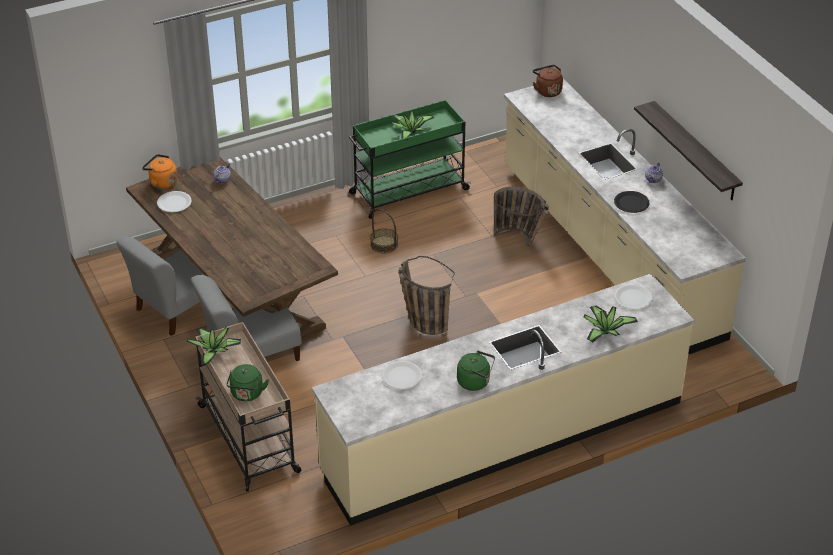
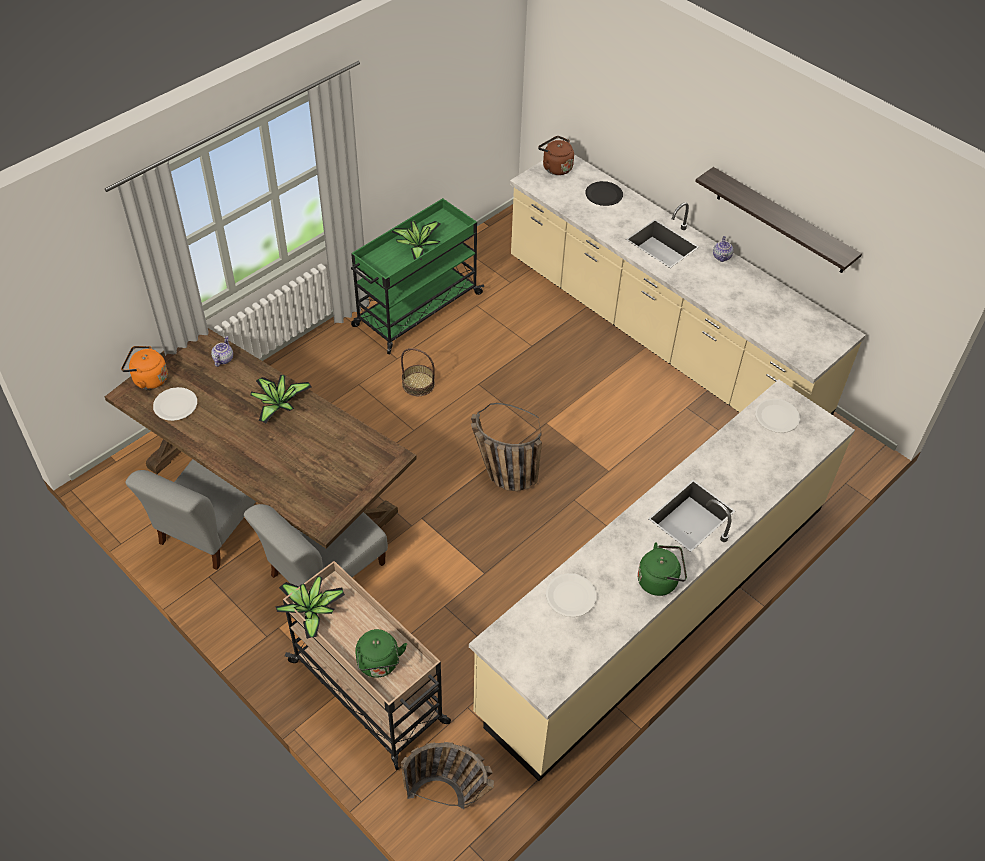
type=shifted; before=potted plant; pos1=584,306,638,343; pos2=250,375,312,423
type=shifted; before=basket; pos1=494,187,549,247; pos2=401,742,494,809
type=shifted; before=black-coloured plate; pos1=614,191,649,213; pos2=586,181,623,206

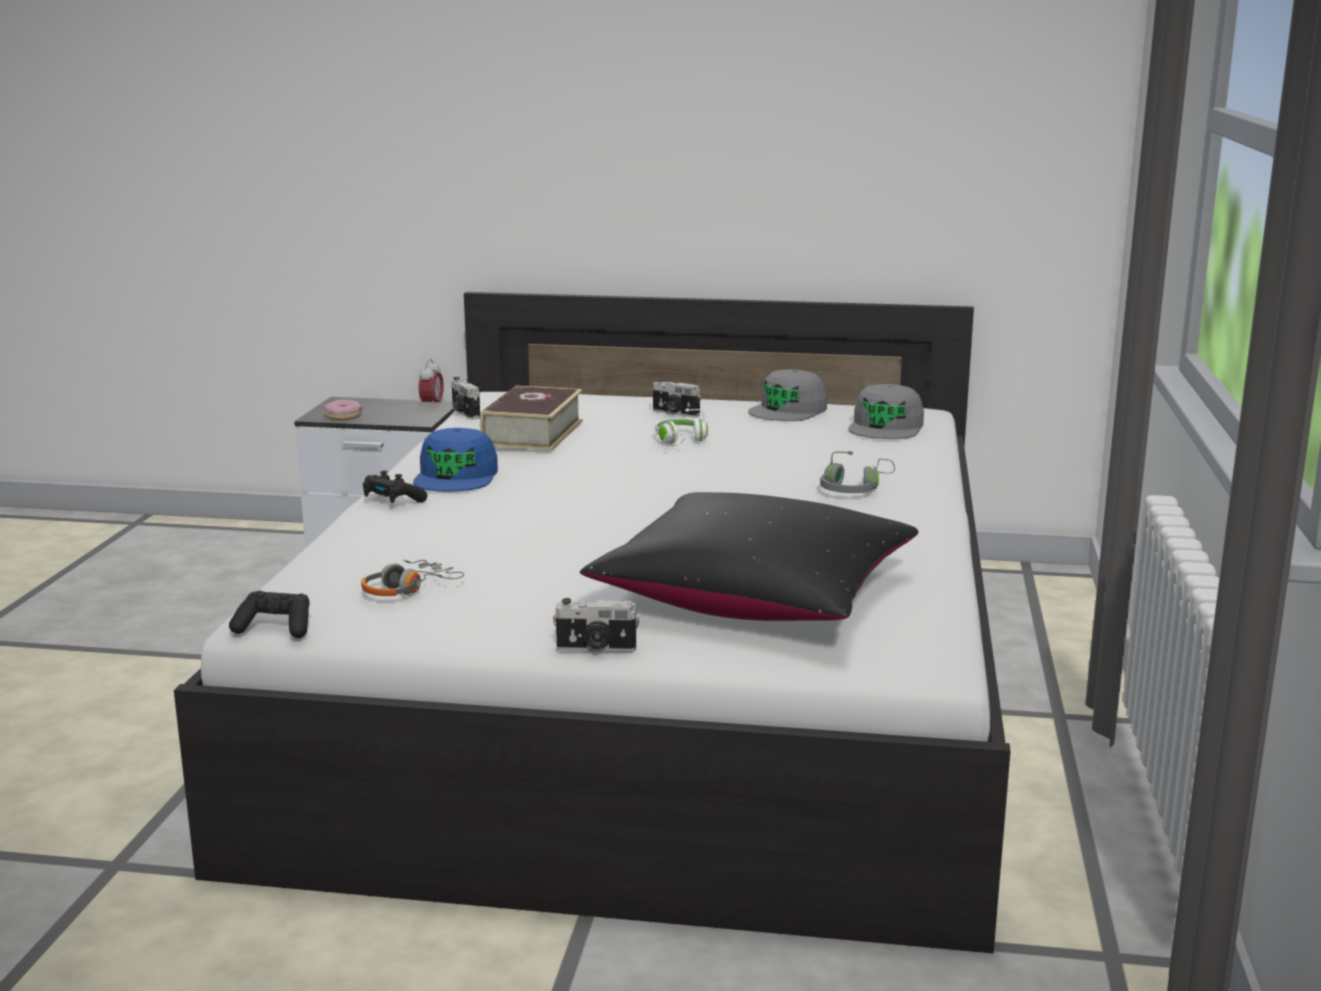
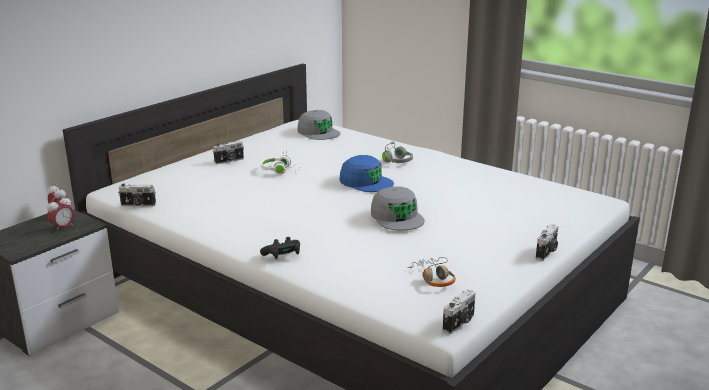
type=new; after=bedside clock; pos2=47,195,75,232
type=shifted; before=blue-coloured cap; pos1=413,428,498,492; pos2=340,155,394,192
type=shifted; before=greyish cap; pos1=748,369,827,421; pos2=371,186,425,231
type=swapped; before=black-coloured gamepad; after=still camera; pos1=229,591,309,638; pos2=443,290,476,334
type=gone; before=donut; pos1=324,400,363,420
type=gone; before=book; pos1=480,385,583,450
type=gone; before=black-coloured pillow; pos1=580,492,918,621

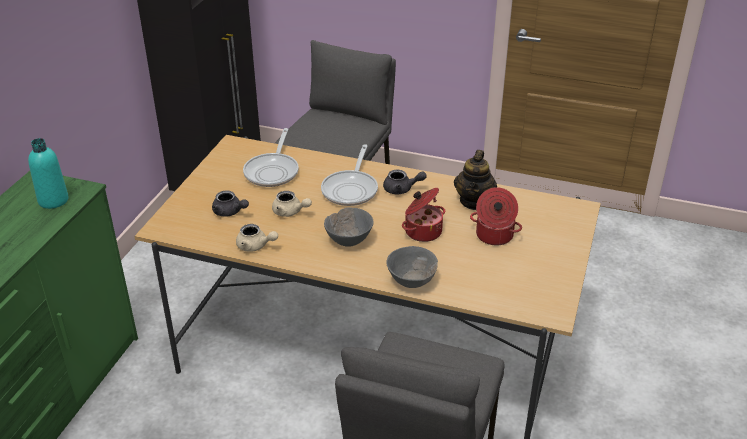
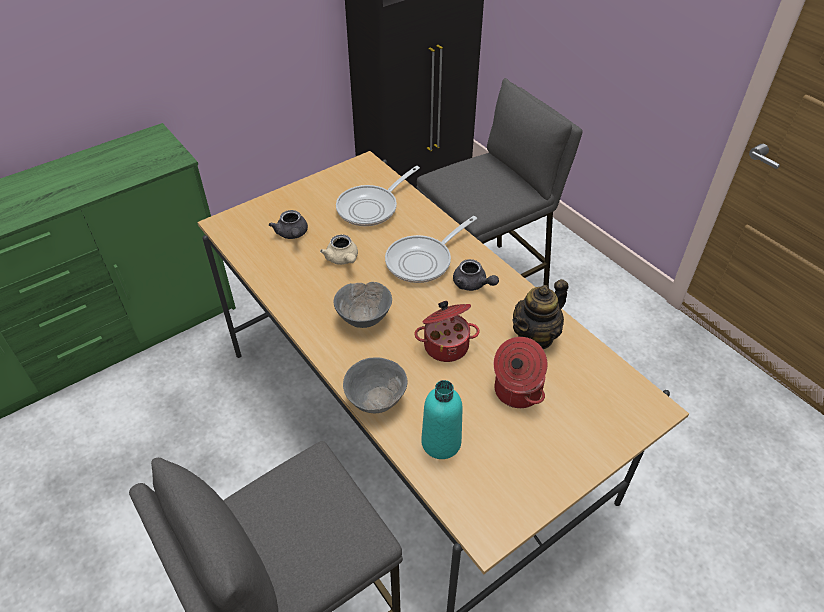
type=shifted; before=blue-green bottle; pos1=28,138,69,209; pos2=421,380,463,459
type=gone; before=sand-coloured tea pot; pos1=236,224,278,252

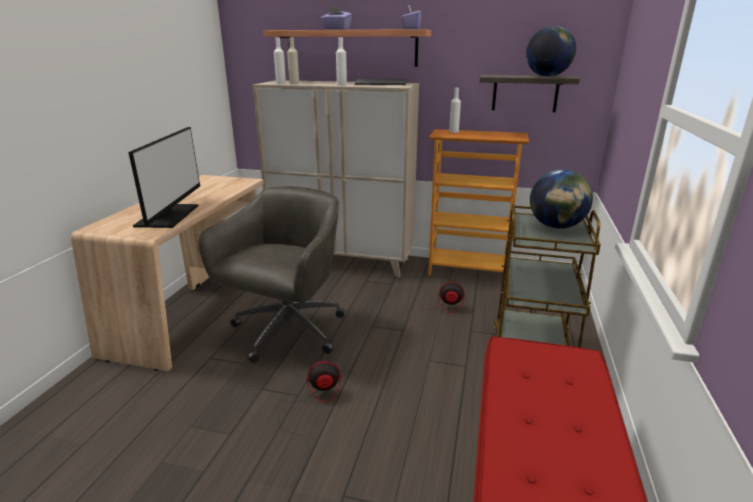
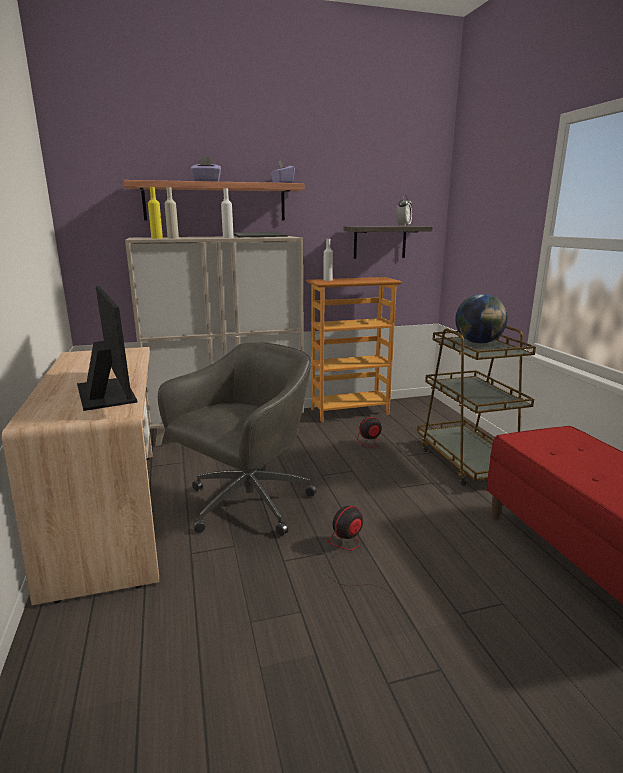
type=repainted; before=white-coloured bottle; after=yellow-coloured bottle; pos1=274,37,286,84; pos2=148,187,163,239
type=rotated; before=greyish computer chair; pos1=198,186,345,363; pos2=158,342,317,536; turn=45
type=swapped; before=desk globe; after=bedside clock; pos1=526,26,576,77; pos2=396,195,412,226

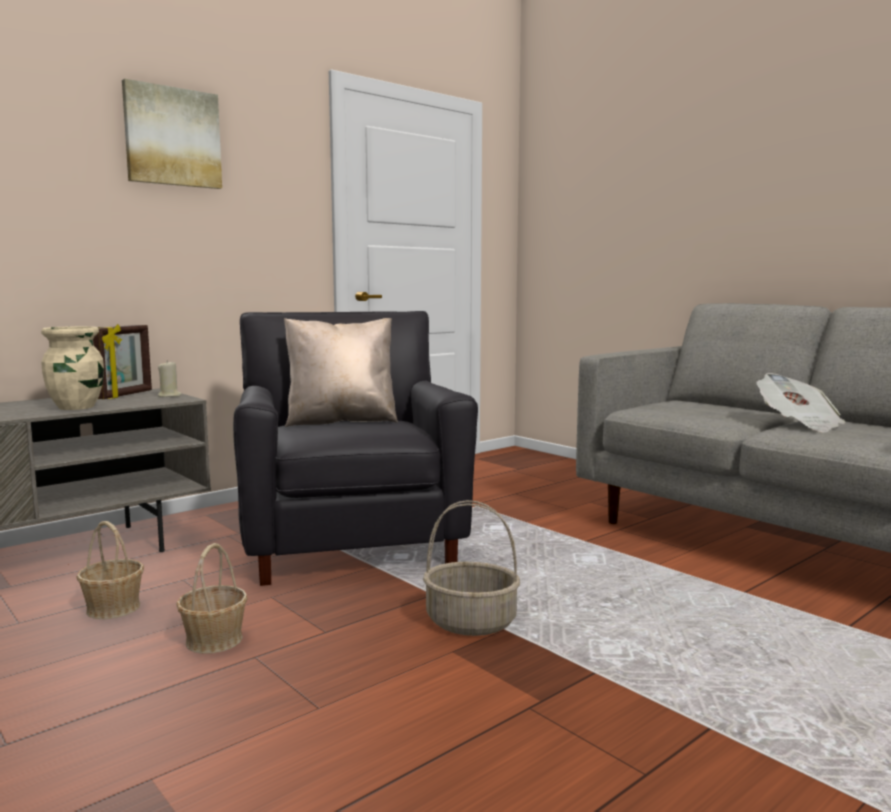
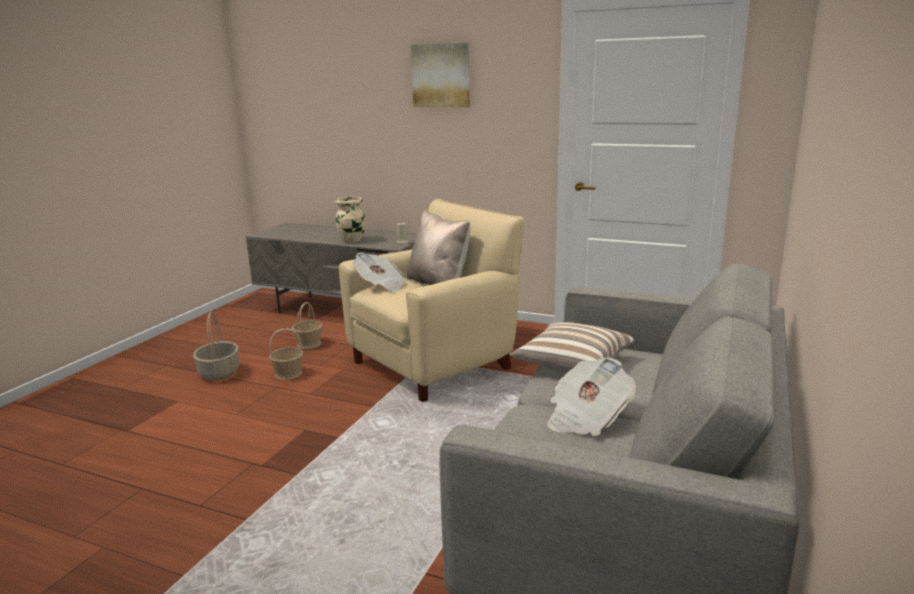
type=shifted; before=basket; pos1=423,500,520,636; pos2=193,312,239,381
type=repainted; before=black-coloured lounge chair; after=sand-coloured lounge chair; pos1=233,311,478,586; pos2=339,199,525,402
type=new; after=daily paper; pos2=353,253,407,292
type=new; after=pillow; pos2=509,322,634,373
type=gone; before=picture frame; pos1=93,324,152,399

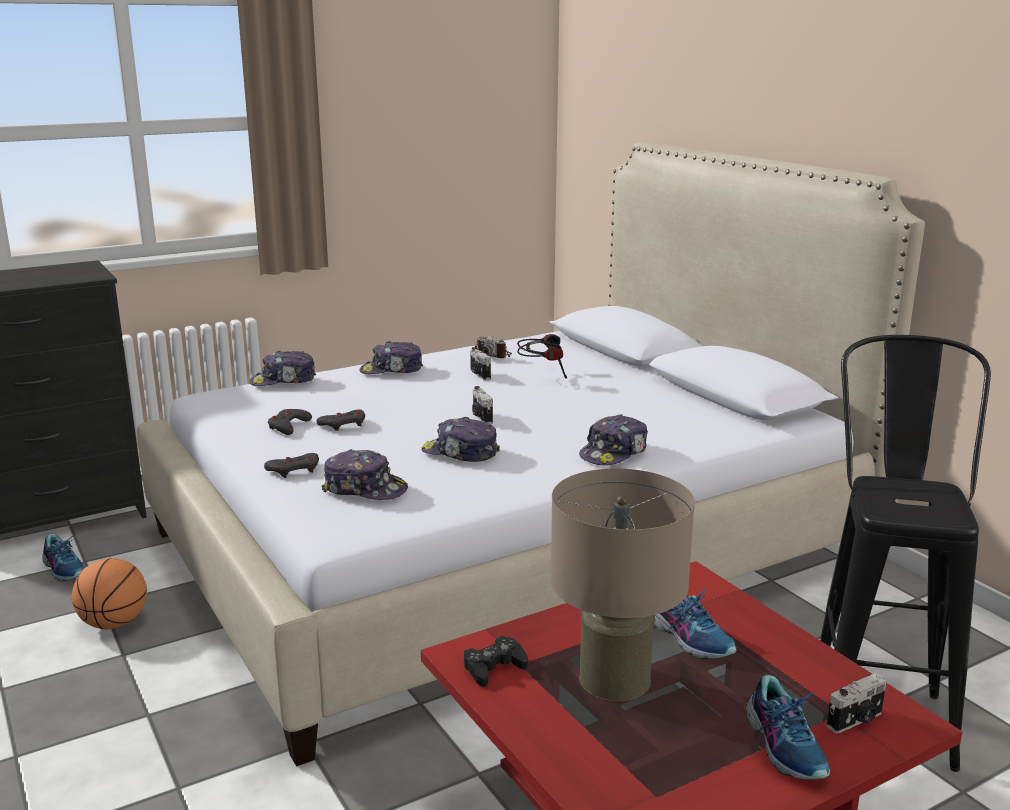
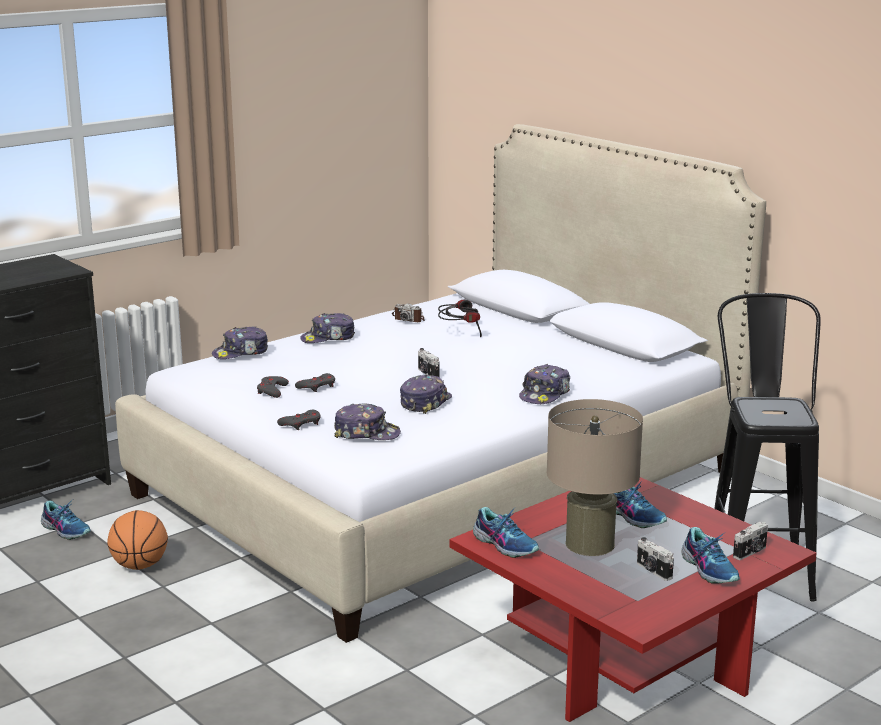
type=rotated; before=cap; pos1=422,417,500,462; pos2=400,375,452,414; turn=105
type=swapped; before=black-coloured gamepad; after=low shoe; pos1=464,636,528,687; pos2=473,507,539,558
type=shifted; before=still camera; pos1=470,347,491,381; pos2=637,537,674,581

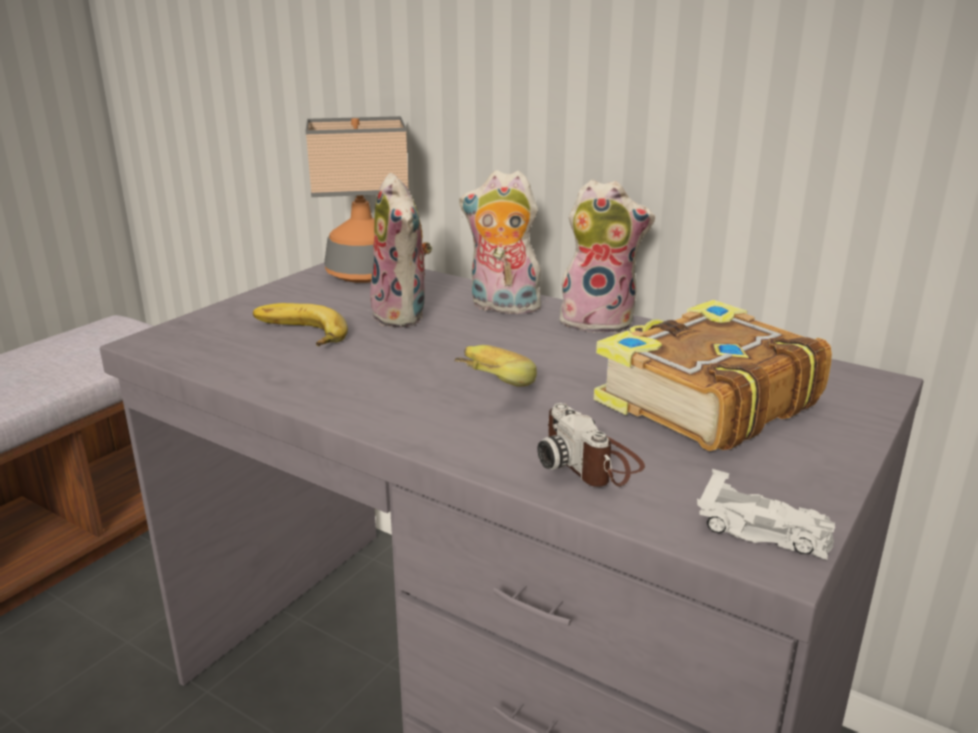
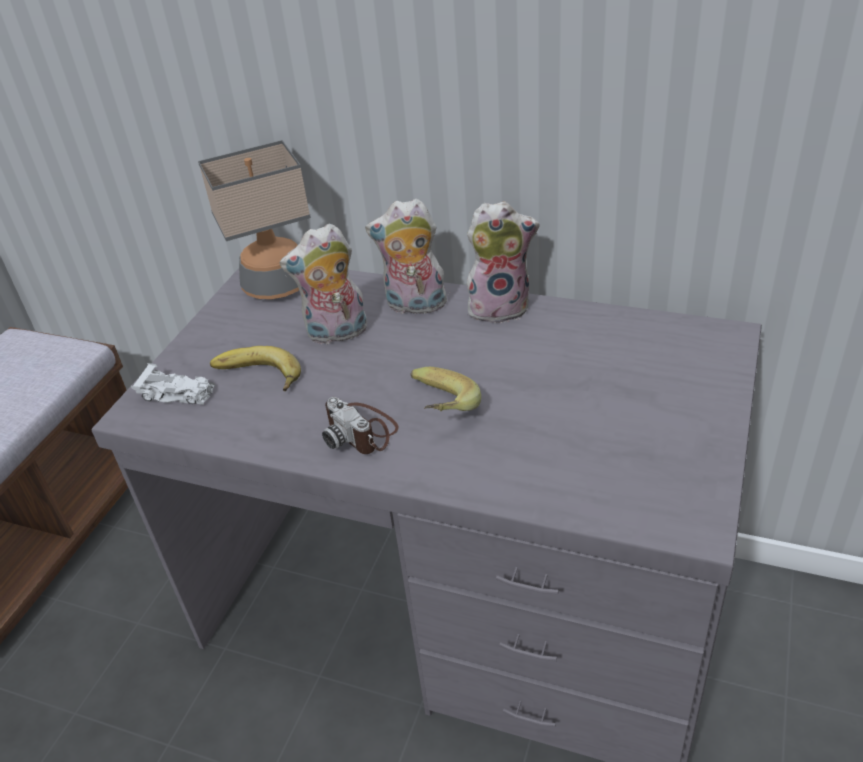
type=shifted; before=white-coloured miniature car; pos1=697,469,835,560; pos2=131,363,216,405
type=rotated; before=soft toy; pos1=370,173,432,328; pos2=279,224,367,345; turn=105
type=shifted; before=still camera; pos1=538,403,645,487; pos2=322,397,399,454
type=gone; before=book; pos1=594,300,832,451

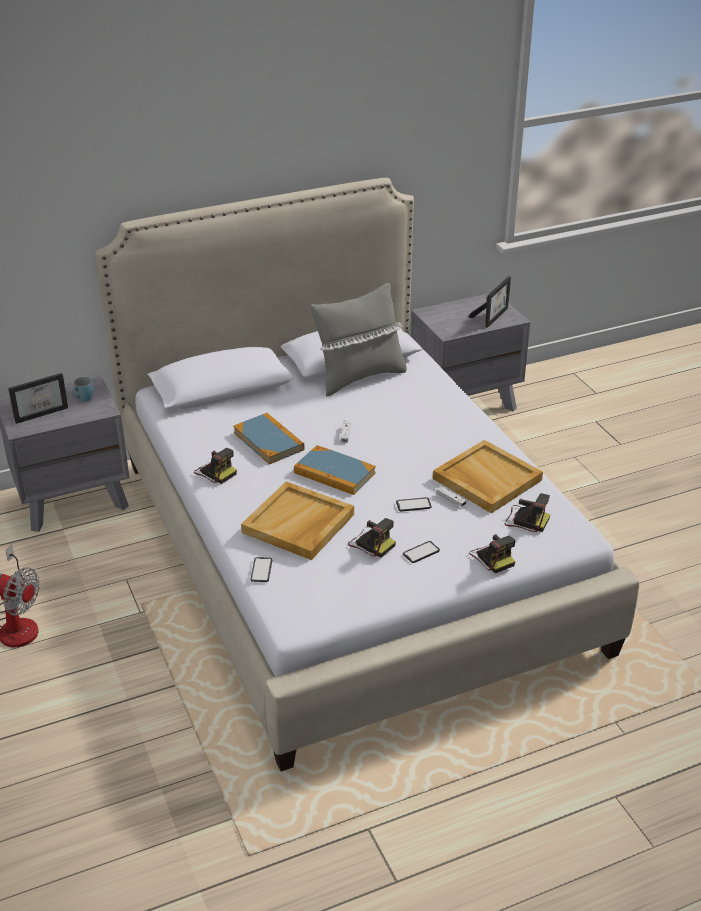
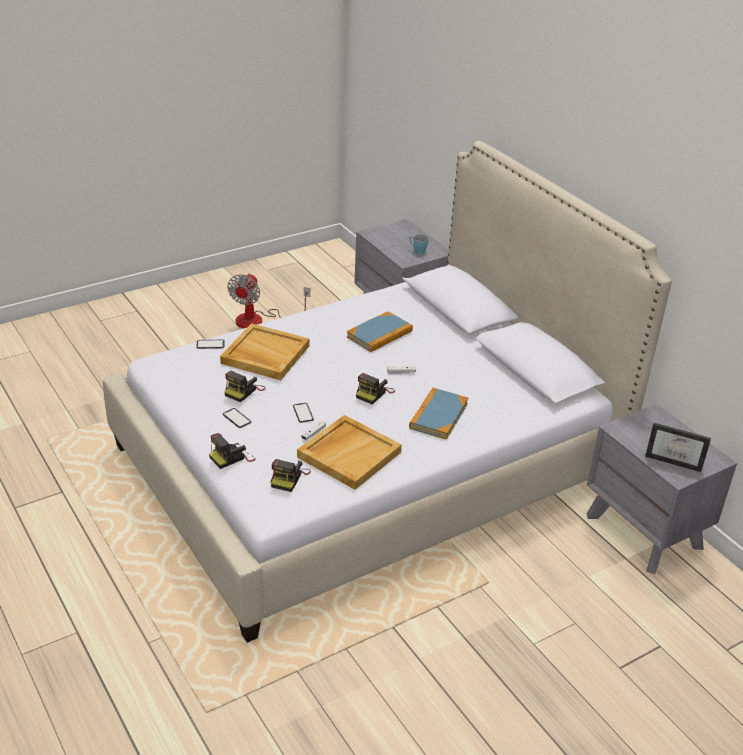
type=shifted; before=still camera; pos1=194,448,237,484; pos2=356,373,395,404
type=shifted; before=book; pos1=294,445,376,495; pos2=409,388,468,440
type=gone; before=picture frame; pos1=8,373,68,424
type=gone; before=greyish pillow; pos1=311,283,407,397

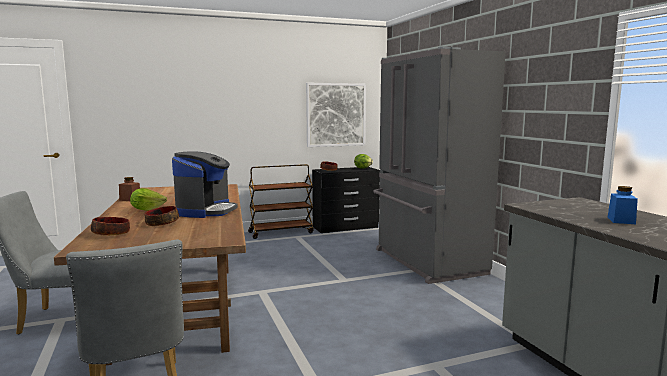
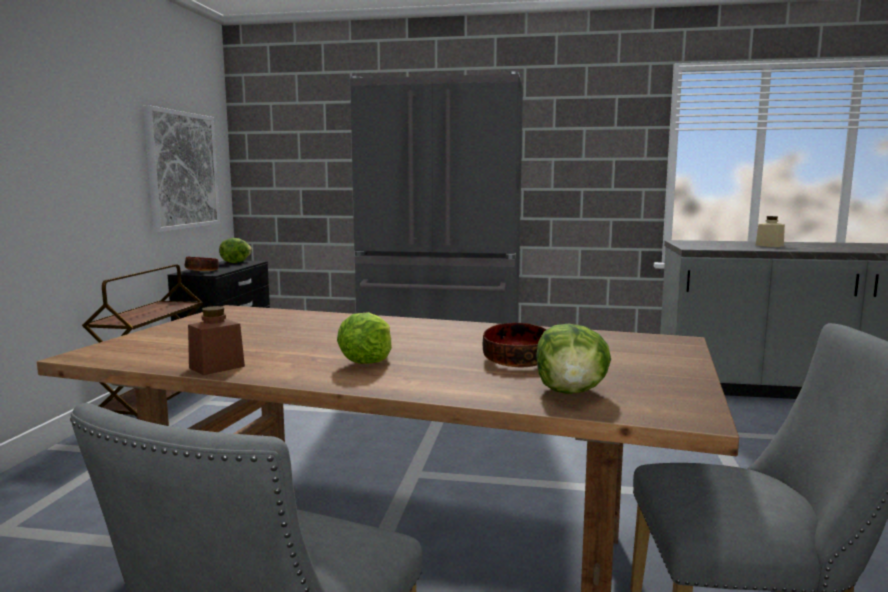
type=swapped; before=deep dish; after=lettuce head; pos1=91,217,130,236; pos2=536,323,611,394
type=repainted; before=blue-coloured storage jar; after=sand-coloured storage jar; pos1=608,186,638,224; pos2=755,216,785,247
type=gone; before=coffee machine; pos1=172,151,238,218

